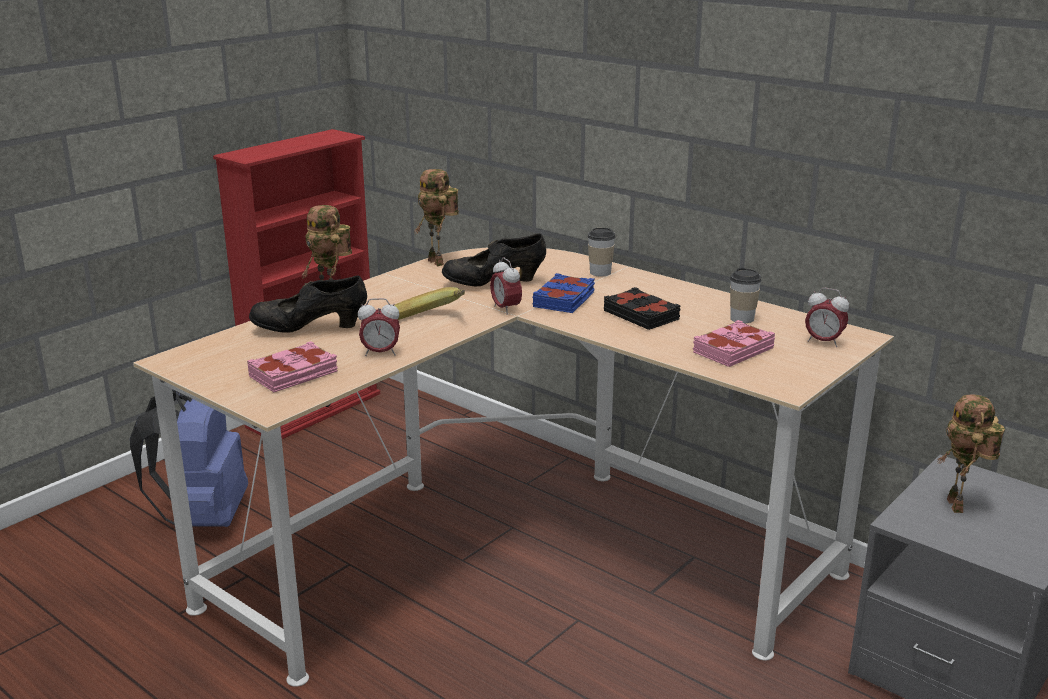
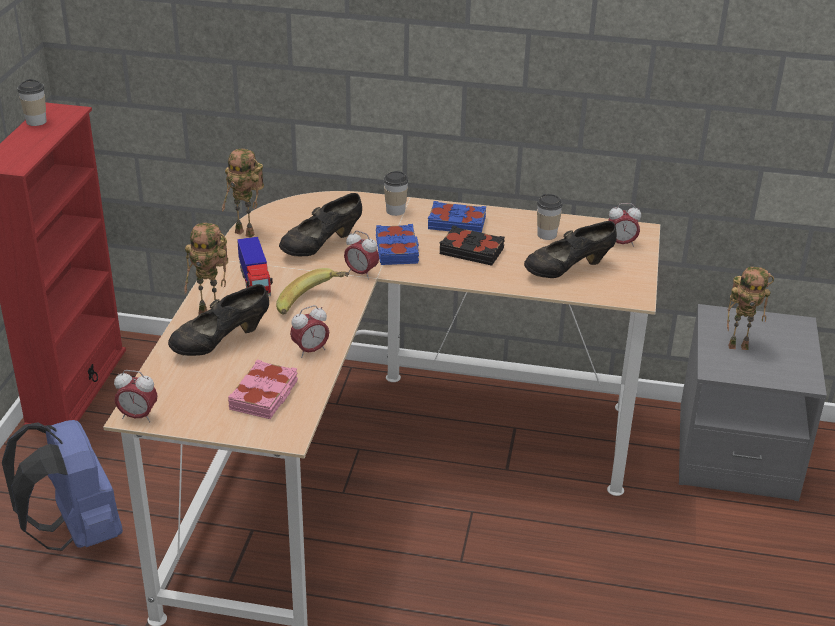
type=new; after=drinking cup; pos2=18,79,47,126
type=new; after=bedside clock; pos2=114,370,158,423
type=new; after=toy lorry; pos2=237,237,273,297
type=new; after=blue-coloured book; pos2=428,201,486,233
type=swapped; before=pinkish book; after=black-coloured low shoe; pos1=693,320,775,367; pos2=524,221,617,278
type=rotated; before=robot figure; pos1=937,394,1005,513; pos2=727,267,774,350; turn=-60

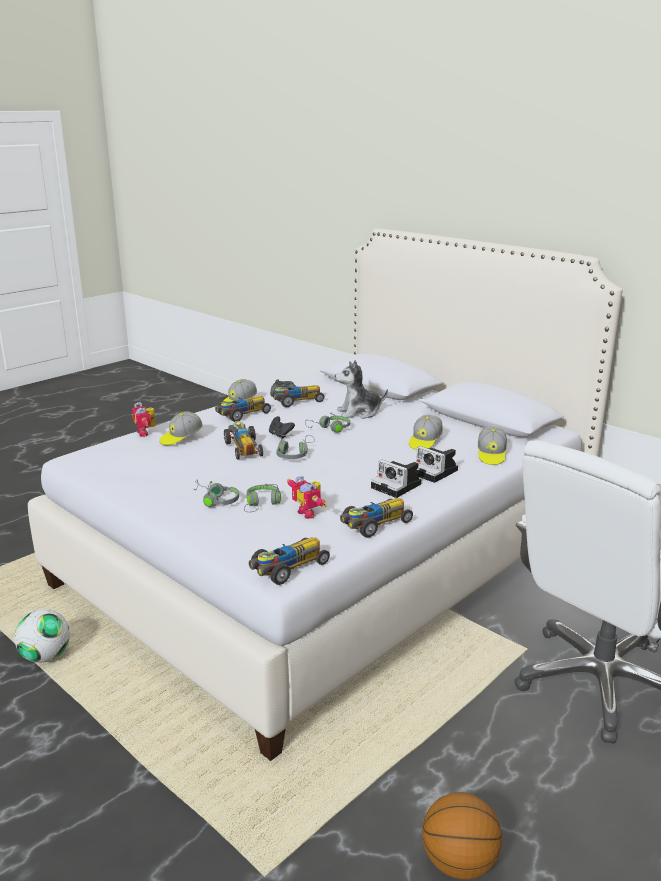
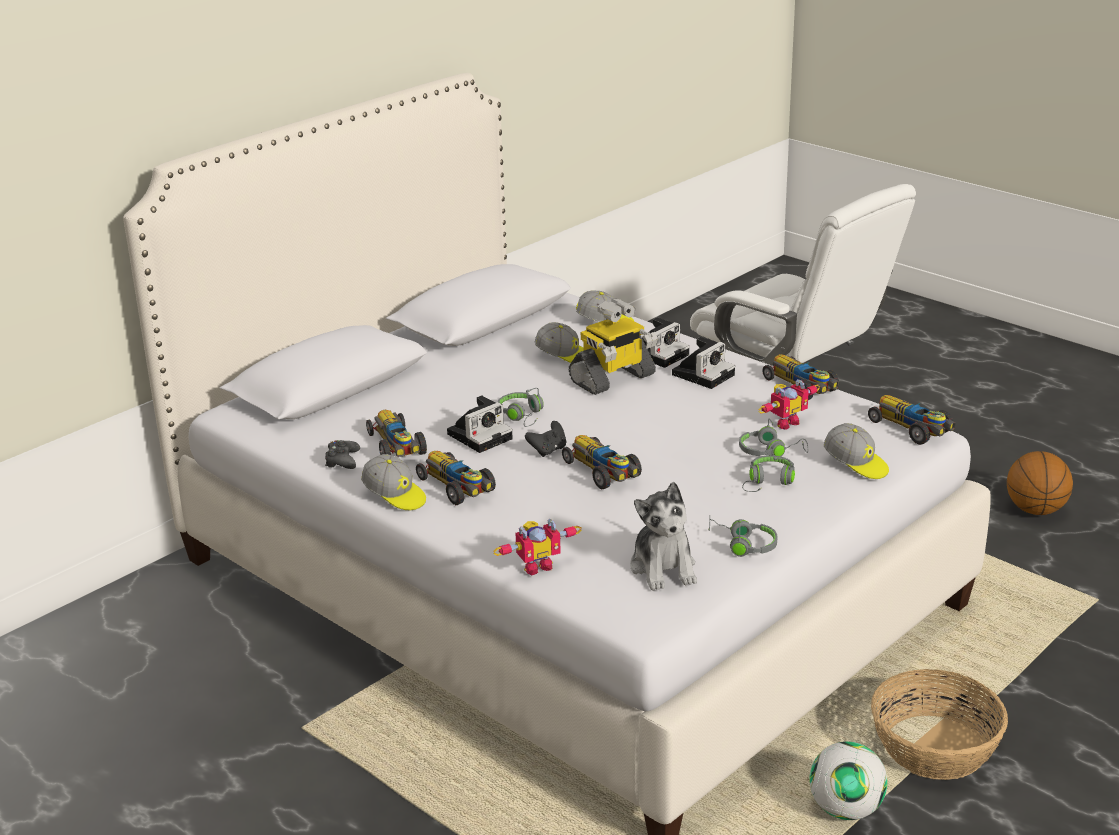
type=new; after=still camera; pos2=447,395,513,453
type=rotated; before=miniature car; pos1=224,421,263,460; pos2=562,435,642,489; turn=-105
type=new; after=robot figure; pos2=569,299,658,395
type=shifted; before=soft toy; pos1=335,360,388,419; pos2=630,482,697,591
type=shifted; before=greyish headphones; pos1=277,434,315,459; pos2=708,516,777,557
type=shifted; before=cap; pos1=159,411,203,445; pos2=824,423,889,479
type=new; after=basket; pos2=871,669,1008,780

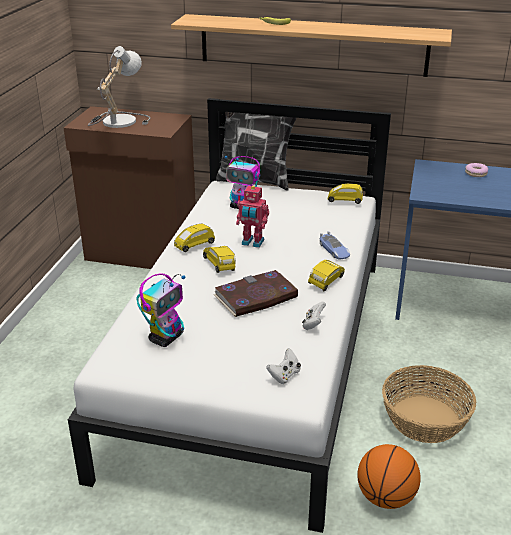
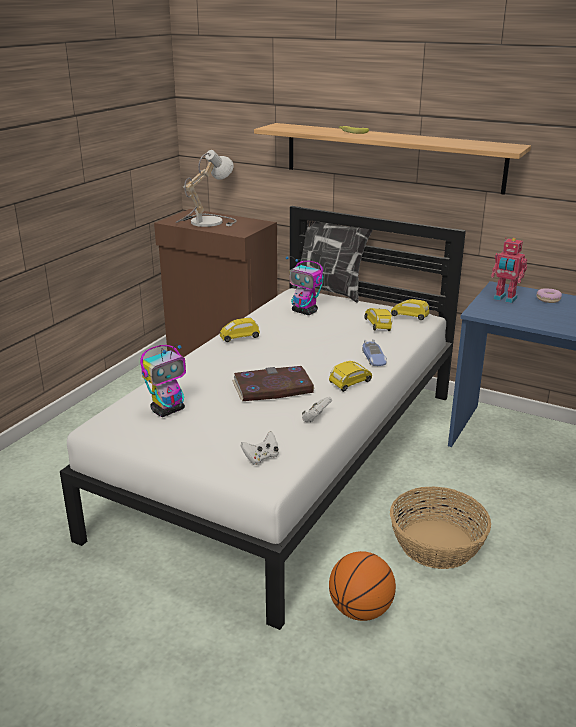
type=shifted; before=yellow-coloured miniature car; pos1=203,246,236,273; pos2=365,308,393,331
type=shifted; before=robot figure; pos1=236,186,269,248; pos2=491,238,527,303

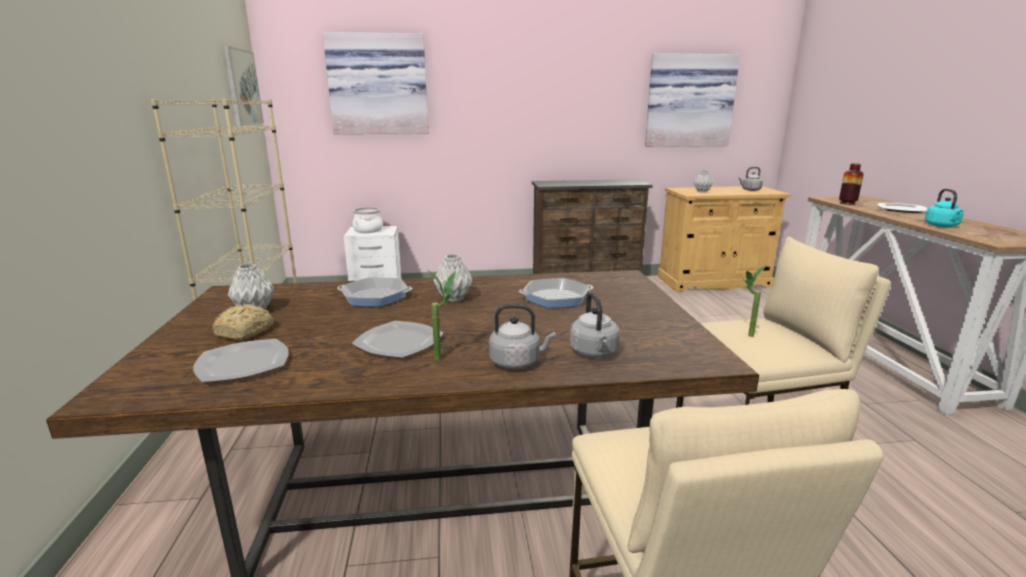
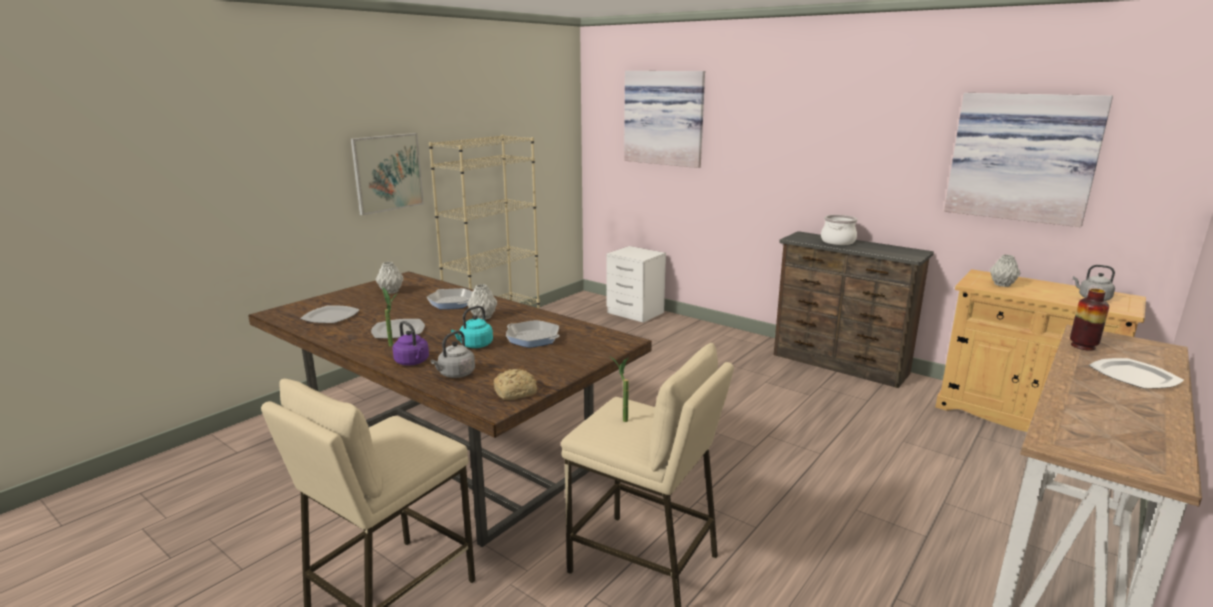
type=shifted; before=picture; pos1=223,46,264,126; pos2=351,133,424,215
type=repainted; before=greyish water kettle; after=purplish water kettle; pos1=489,304,556,369; pos2=393,321,429,366
type=shifted; before=blue-green water kettle; pos1=925,189,964,227; pos2=451,306,493,348
type=shifted; before=bakery bread; pos1=212,304,274,340; pos2=494,369,537,400
type=shifted; before=saucepot; pos1=353,207,383,233; pos2=821,215,857,245

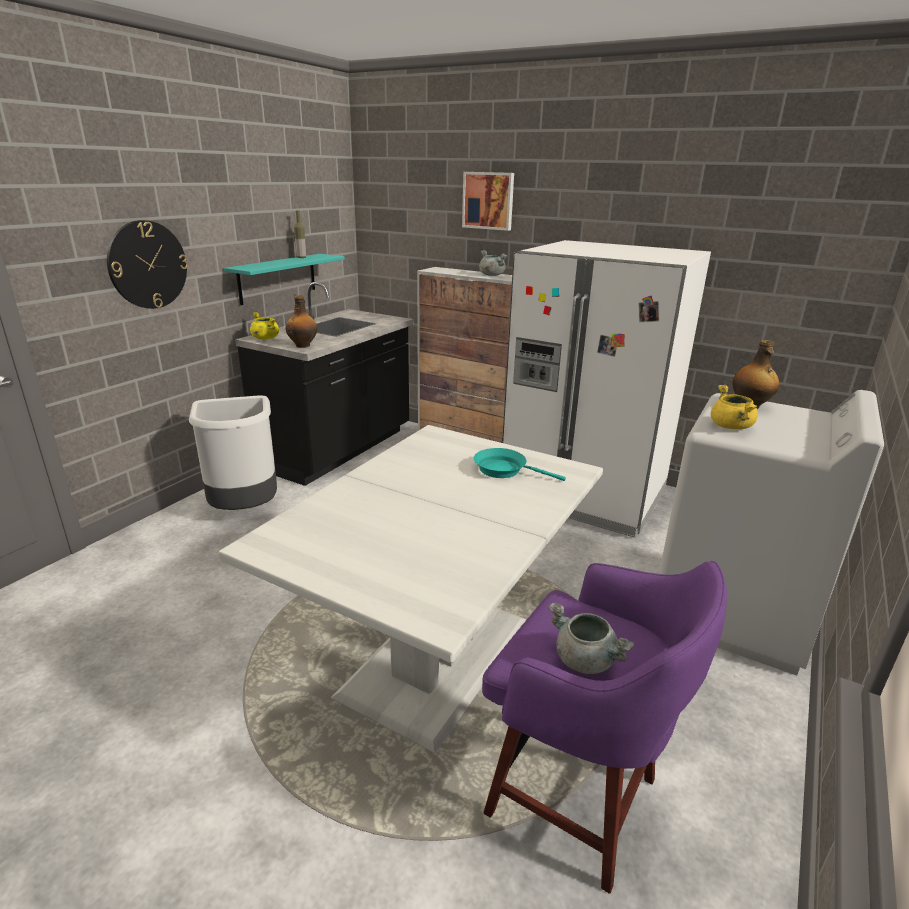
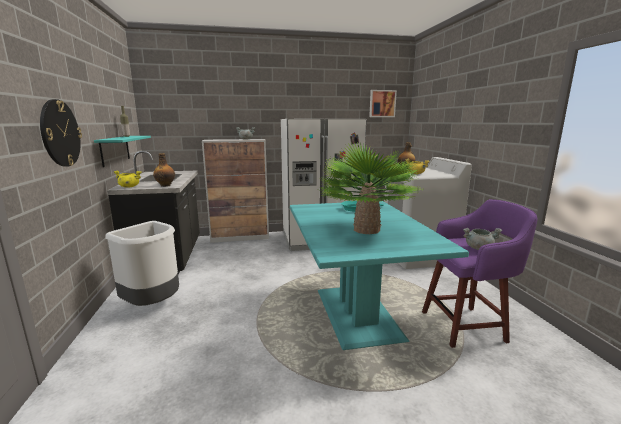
type=repainted; before=white-coloured kitchen table; after=blue-green kitchen table; pos1=218,425,603,753; pos2=290,201,469,350
type=new; after=potted plant; pos2=318,142,425,234
type=shifted; before=picture; pos1=462,172,514,231; pos2=369,90,397,117

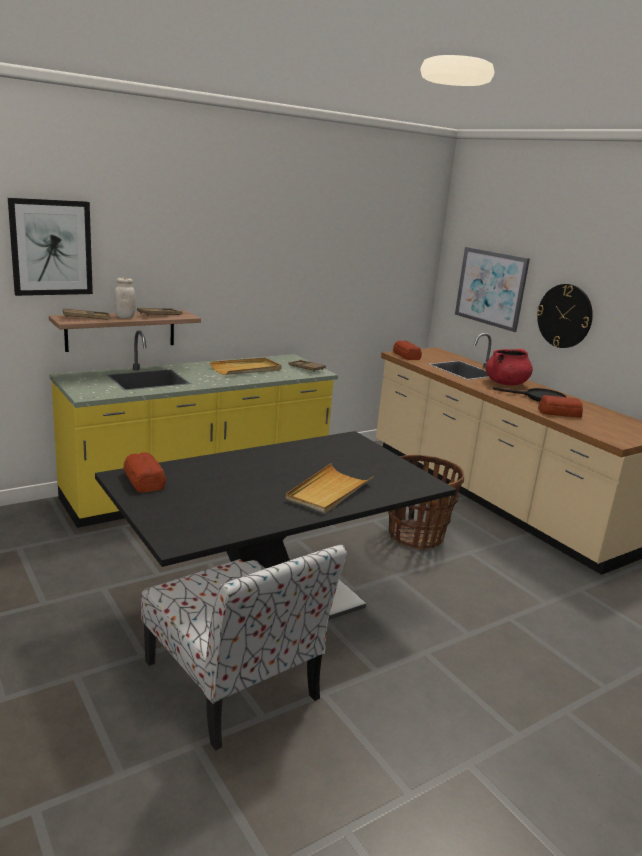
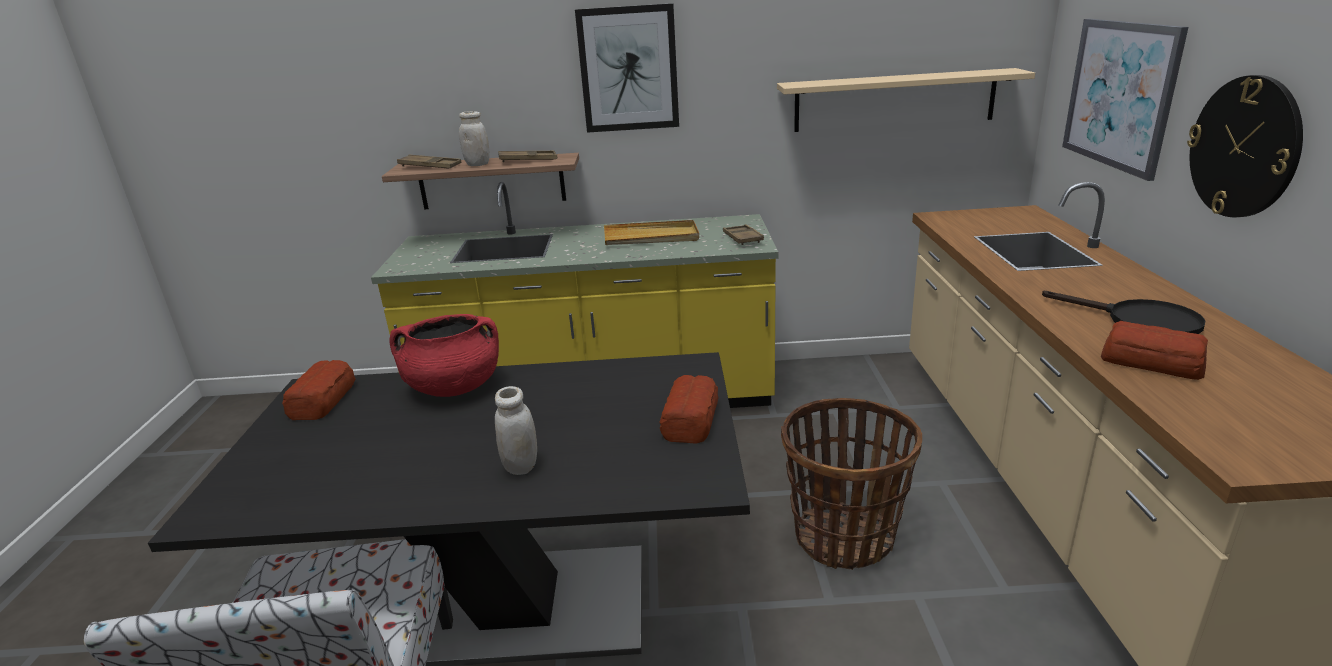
type=shifted; before=reddish saucepot; pos1=486,349,533,385; pos2=389,314,499,397
type=swapped; before=sand-coloured serving tray; after=white-coloured storage jar; pos1=286,463,373,514; pos2=495,386,537,475
type=shifted; before=picture; pos1=8,198,93,296; pos2=575,3,679,133
type=shifted; before=bakery bread; pos1=393,341,422,360; pos2=659,375,719,444
type=new; after=sand-coloured shelf; pos2=777,68,1035,132

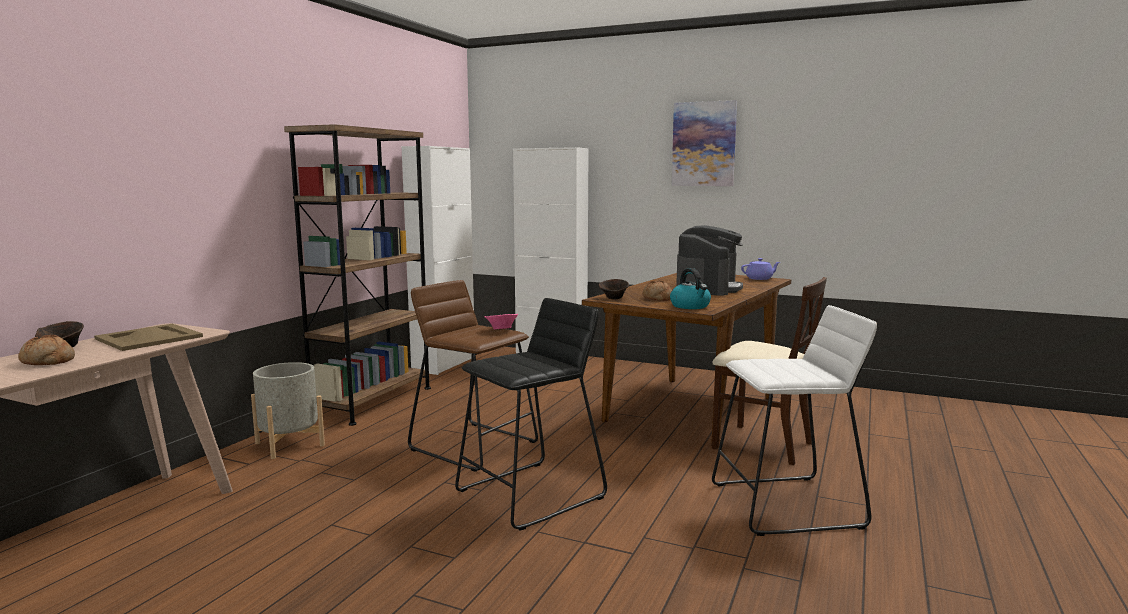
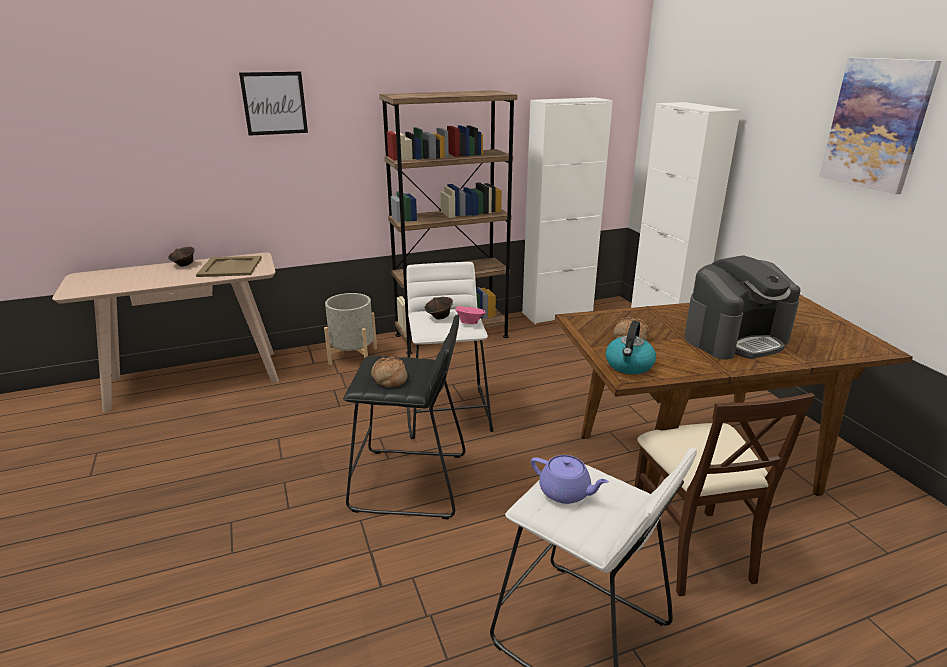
type=new; after=picture; pos2=239,72,308,136
type=shifted; before=bakery bread; pos1=18,335,75,365; pos2=371,356,407,387
type=repainted; before=brown-coloured stool; after=white-coloured stool; pos1=408,280,538,472; pos2=406,262,493,439
type=shifted; before=brown-coloured deep dish; pos1=599,279,629,300; pos2=425,297,453,320
type=shifted; before=purplish tea pot; pos1=741,258,780,280; pos2=531,455,609,504

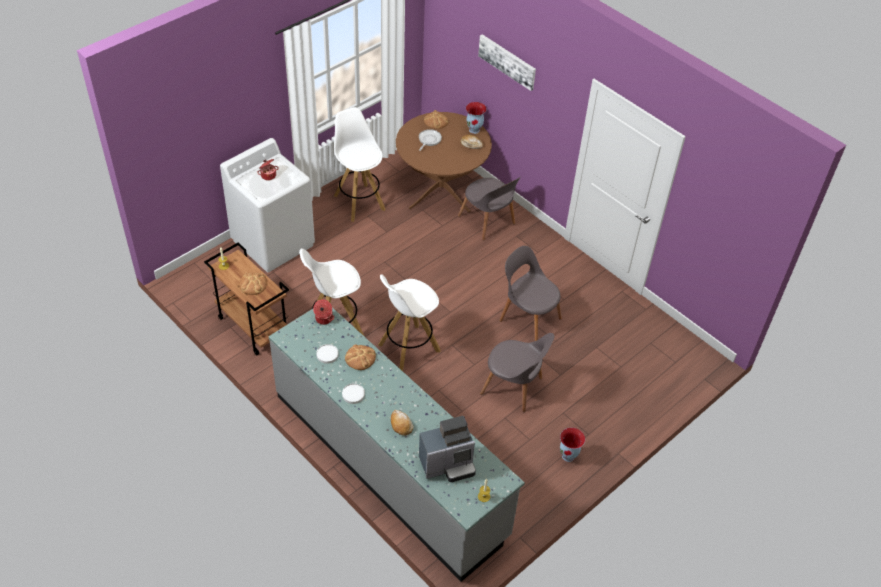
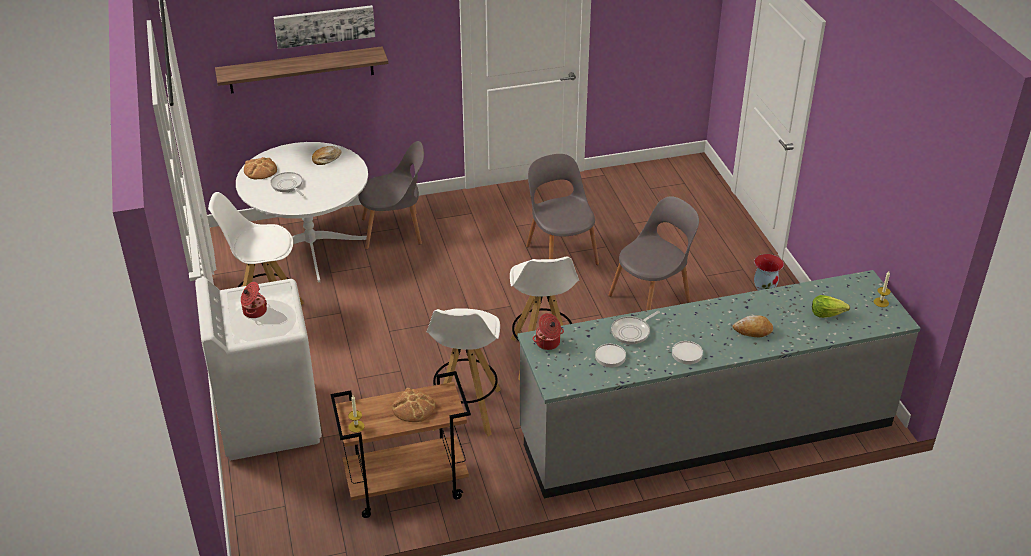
type=new; after=shelf; pos2=215,46,388,93
type=repainted; before=brown-coloured kitchen table; after=white-coloured kitchen table; pos1=396,112,492,213; pos2=236,142,368,283
type=rotated; before=greyish chair; pos1=499,246,562,341; pos2=526,154,599,265; turn=90
type=swapped; before=bakery bread; after=skillet; pos1=345,344,376,370; pos2=611,311,660,344
type=swapped; before=coffee machine; after=lettuce head; pos1=419,416,476,482; pos2=812,295,850,318
type=gone; before=vase; pos1=466,102,487,134

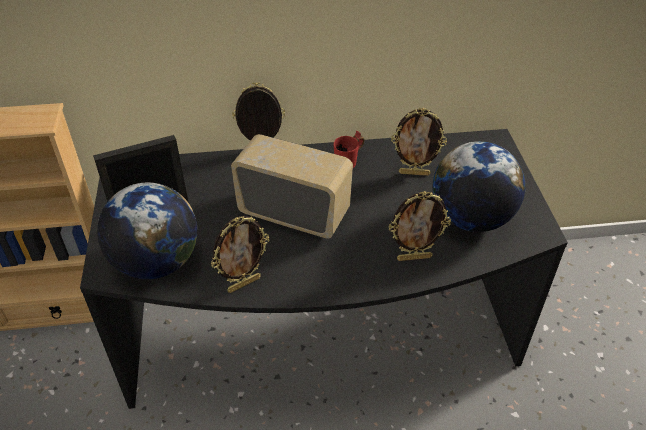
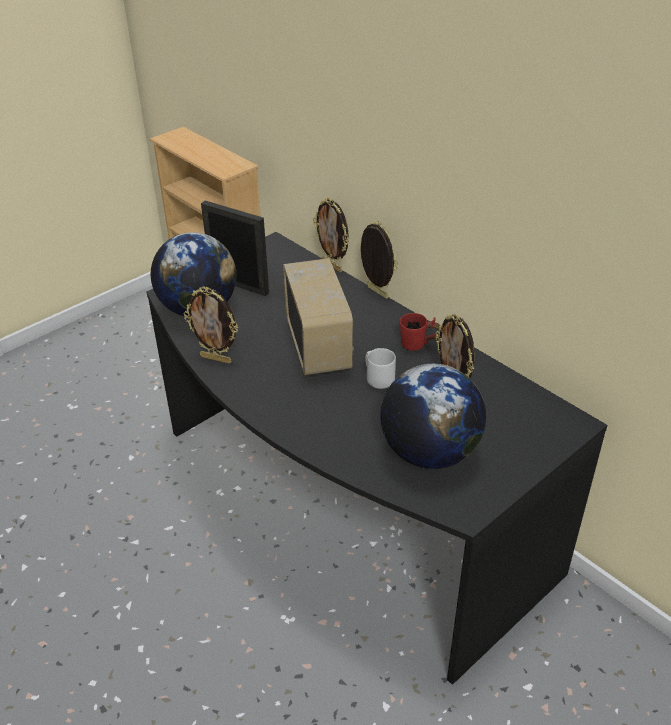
type=shifted; before=picture frame; pos1=389,191,451,261; pos2=313,198,349,272
type=new; after=greyish coffee mug; pos2=366,348,396,389

